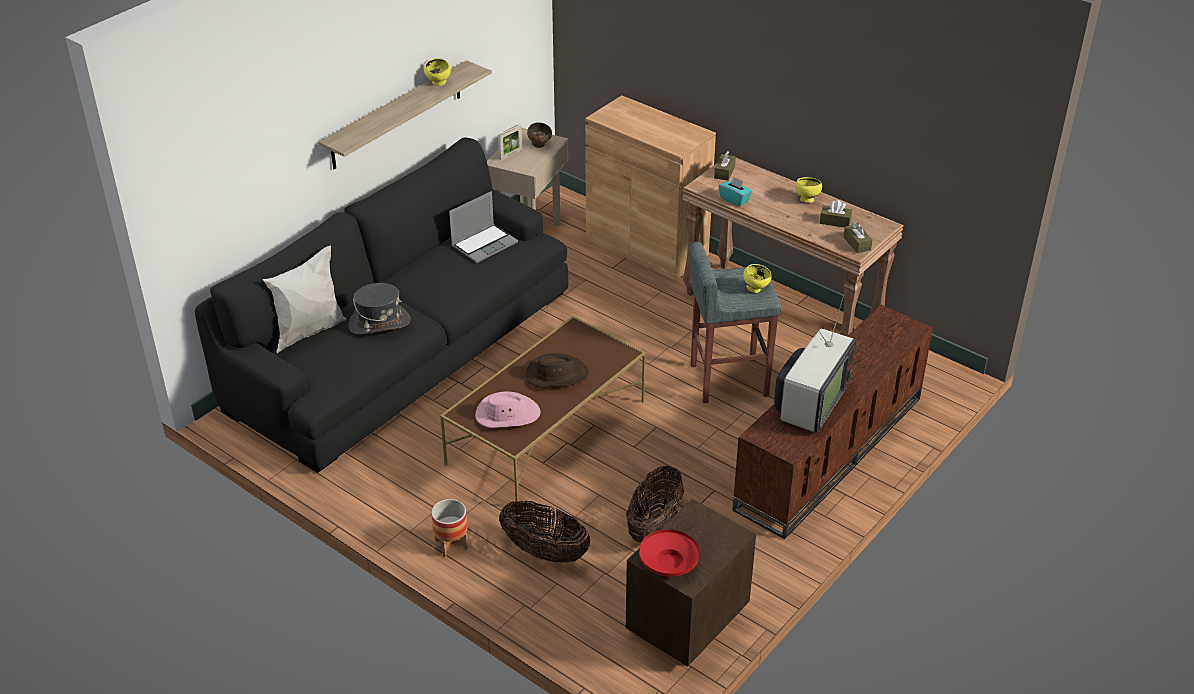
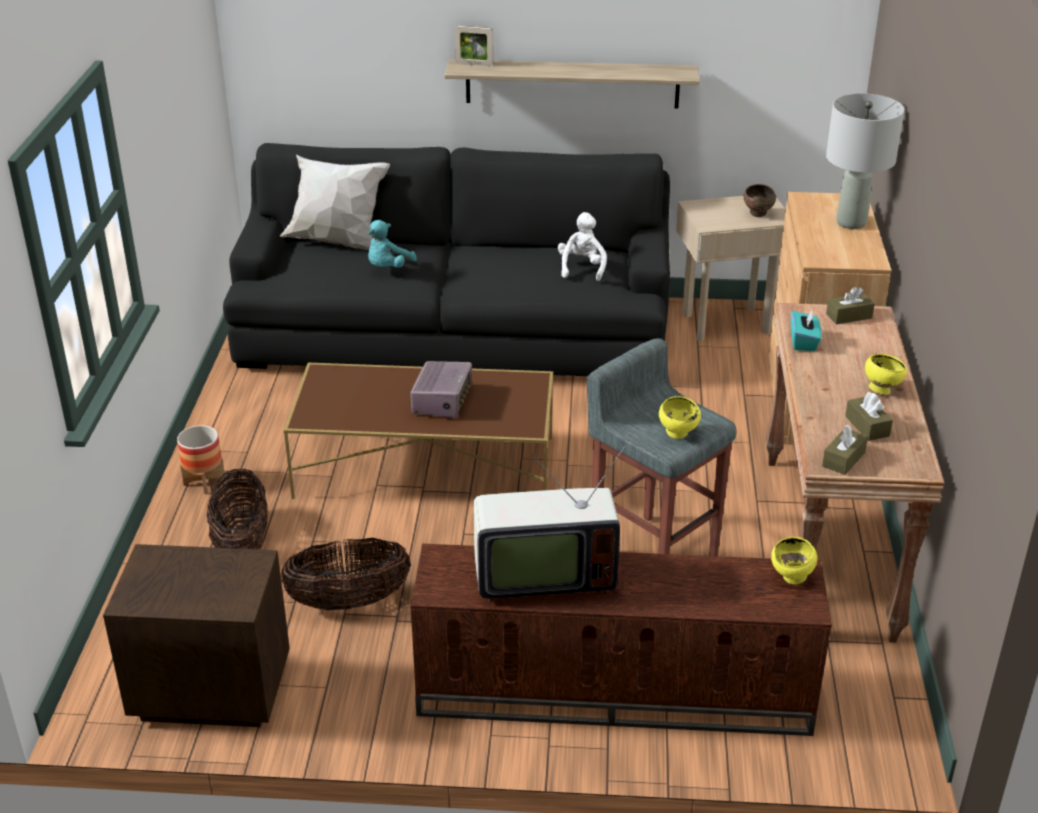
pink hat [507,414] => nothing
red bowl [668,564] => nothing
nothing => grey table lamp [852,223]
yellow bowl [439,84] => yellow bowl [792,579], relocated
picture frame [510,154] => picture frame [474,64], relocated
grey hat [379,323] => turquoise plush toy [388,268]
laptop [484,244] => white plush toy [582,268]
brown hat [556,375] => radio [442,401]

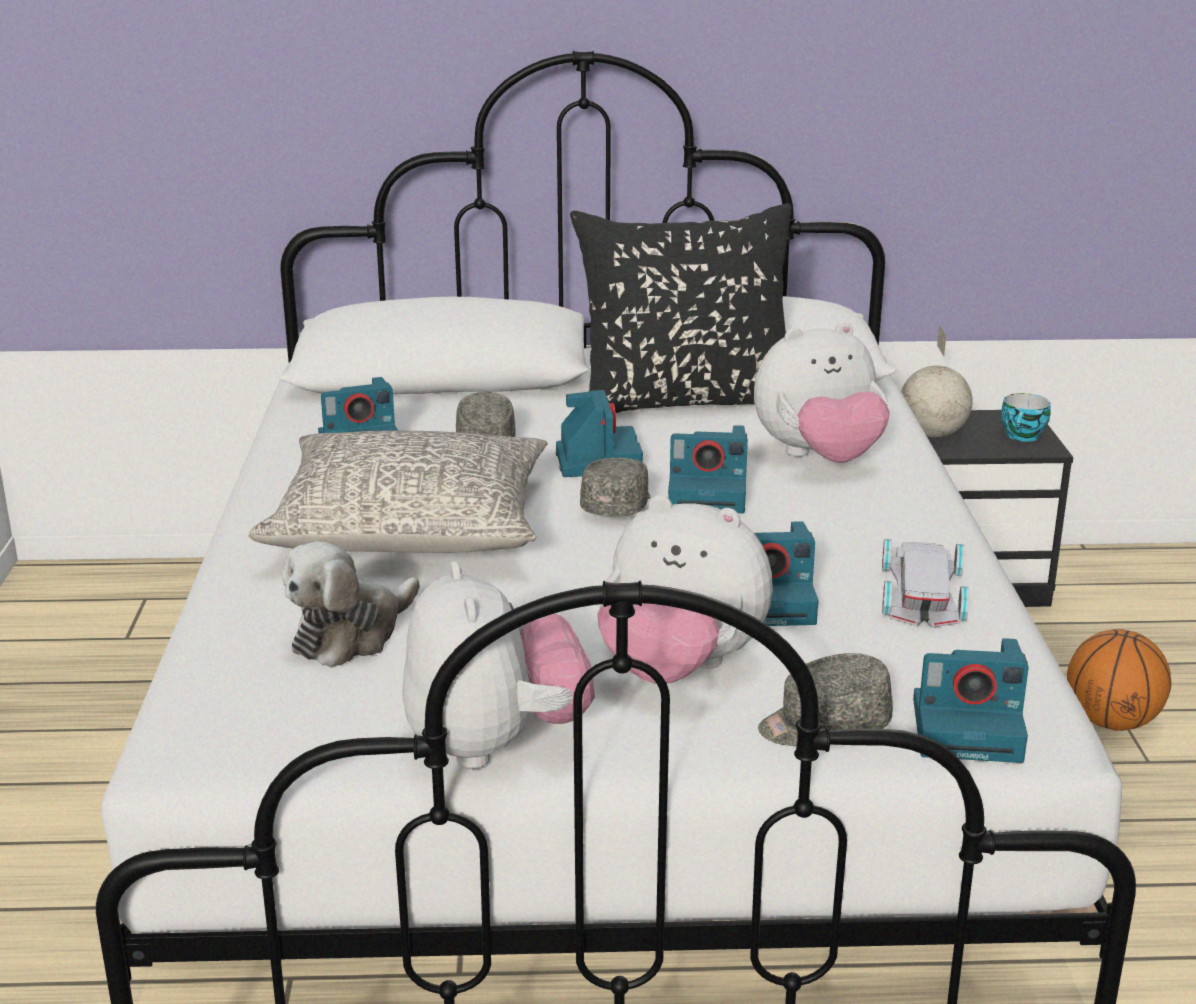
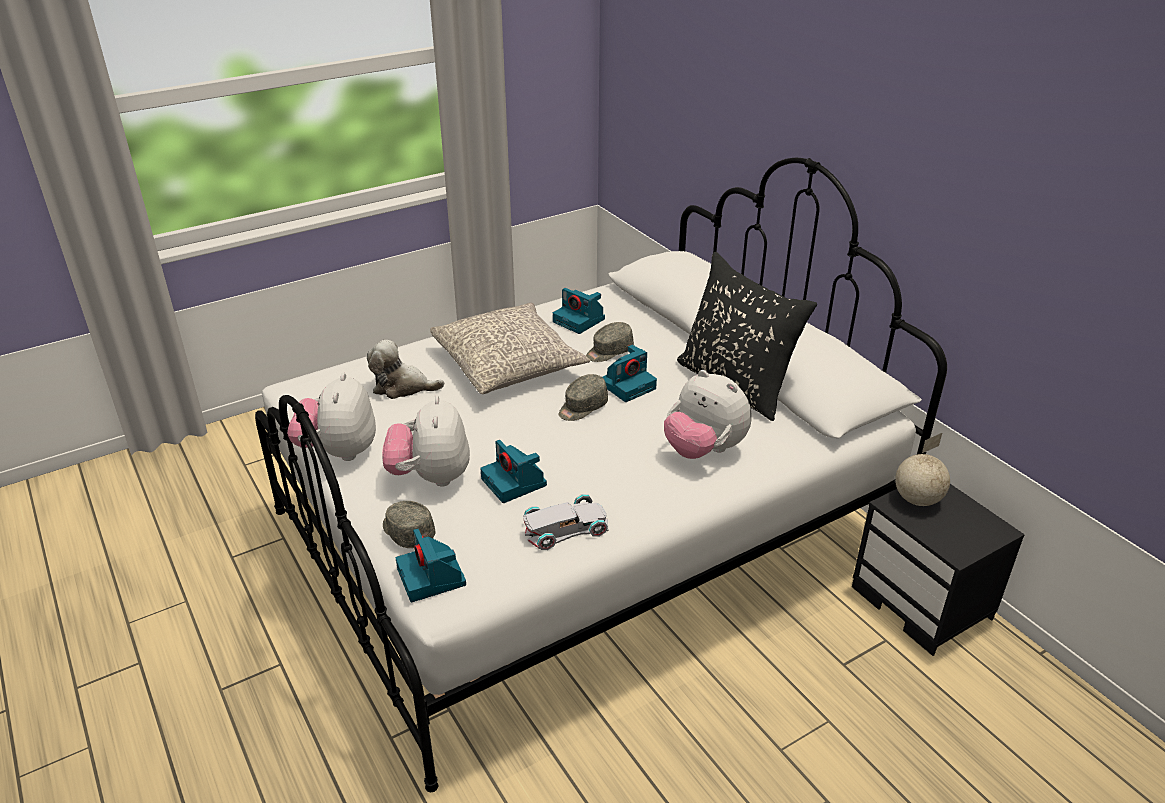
photo camera [710,494] => nothing
cup [1023,437] => nothing
basketball [1112,722] => nothing
plush toy [495,745] => plush toy [339,451], 135 degrees clockwise
grey cap [618,504] => grey cap [582,407], 150 degrees clockwise

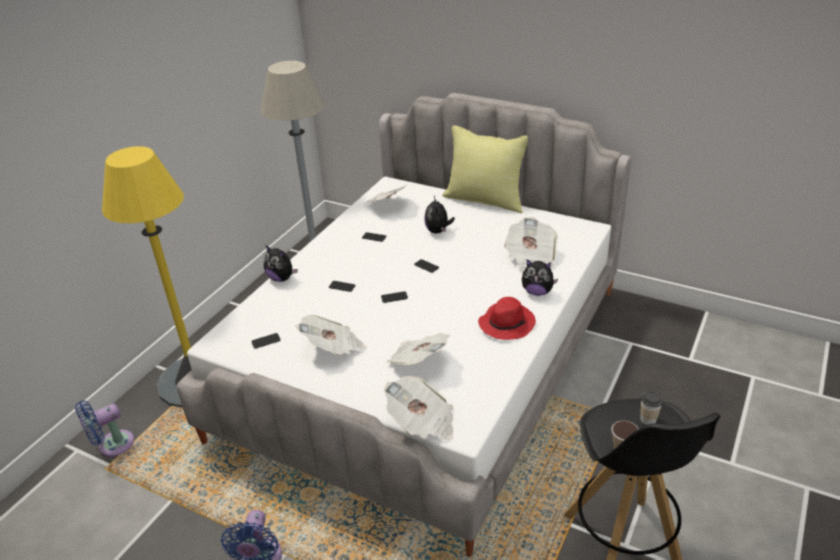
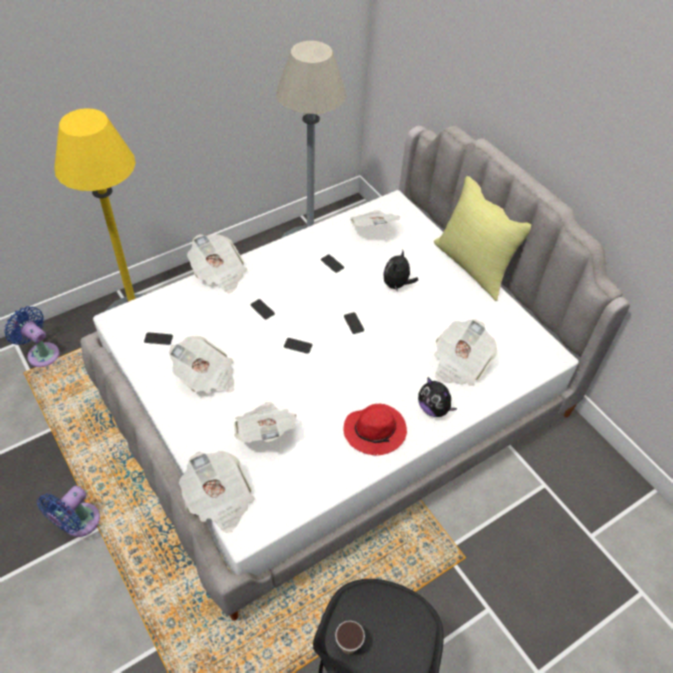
cup [648,420] => nothing
plush toy [281,278] => newspaper [219,273]
blue fan [112,445] => blue fan [41,353], 45 degrees clockwise

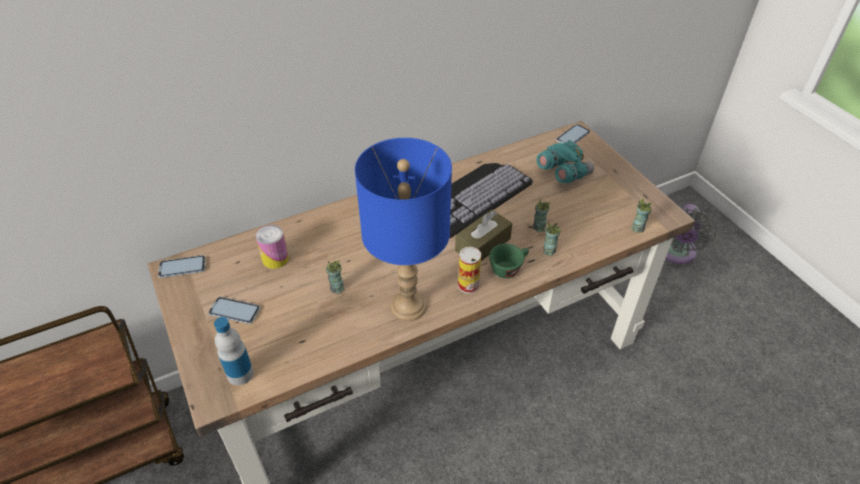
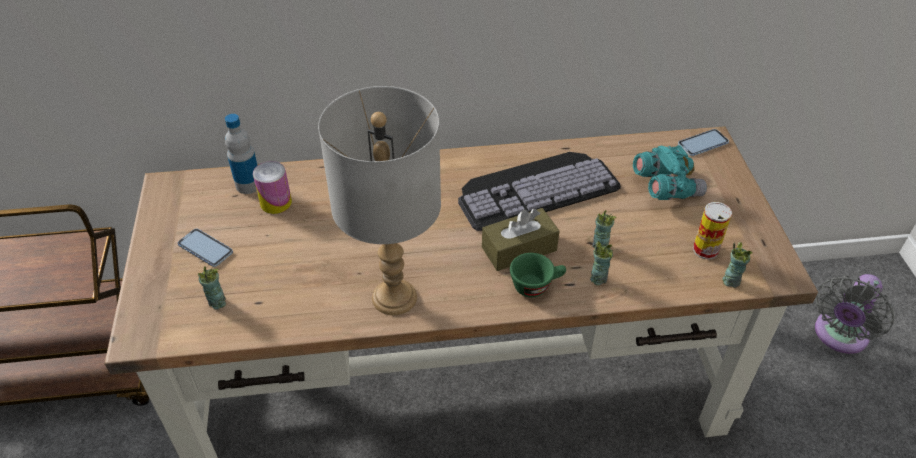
phone [182,267] => nothing
bottle [240,374] => bottle [248,185], relocated
cup [337,288] => cup [217,302], relocated
can [468,285] => can [705,250], relocated
blue table lamp [408,307] => grey table lamp [394,298]

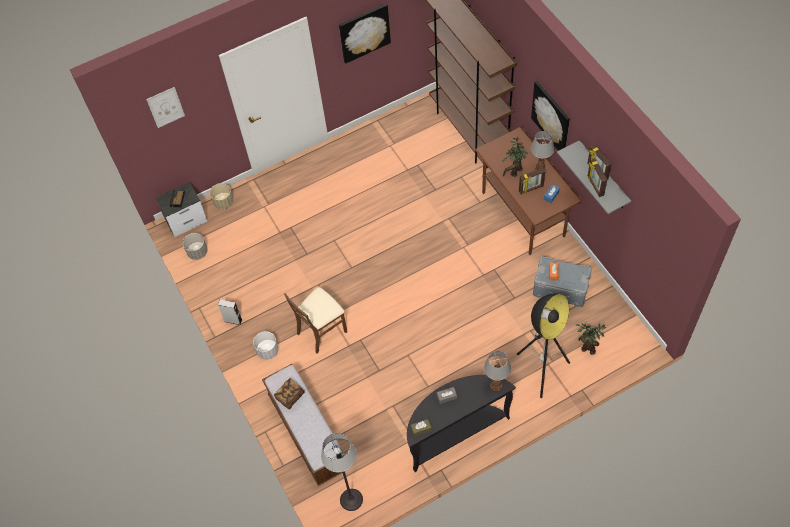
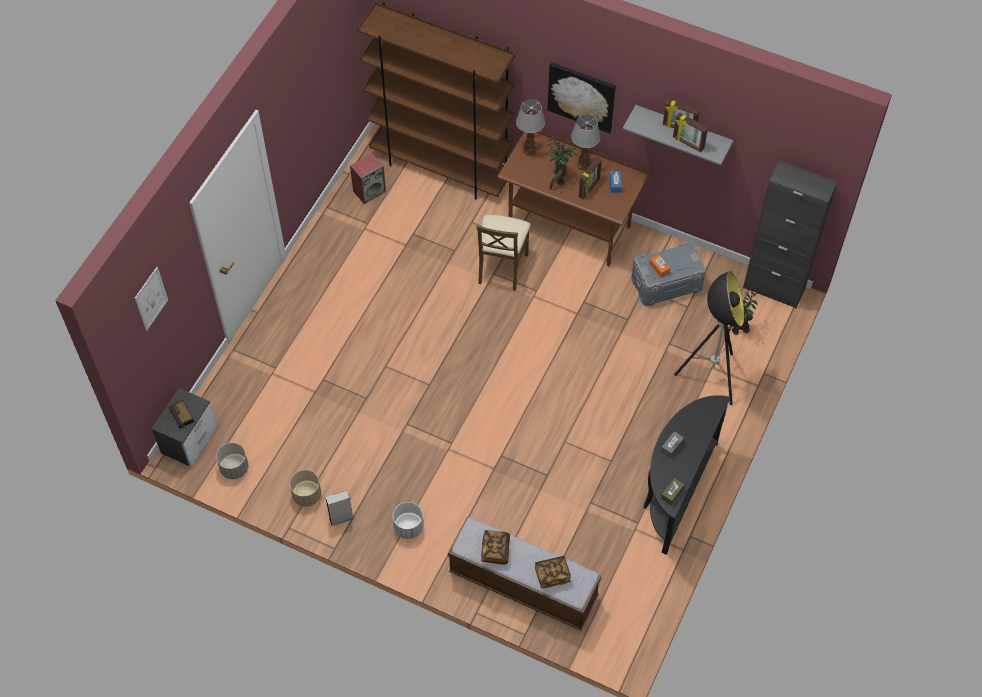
floor lamp [351,499] => nothing
picture [364,32] => nothing
nothing => speaker [369,191]
nothing => book [552,575]
nothing => black cabinet [773,288]
beige planter [224,202] => beige planter [306,495], relocated
brown chair [322,331] => brown chair [502,267], relocated
table lamp [495,385] => table lamp [529,150], relocated

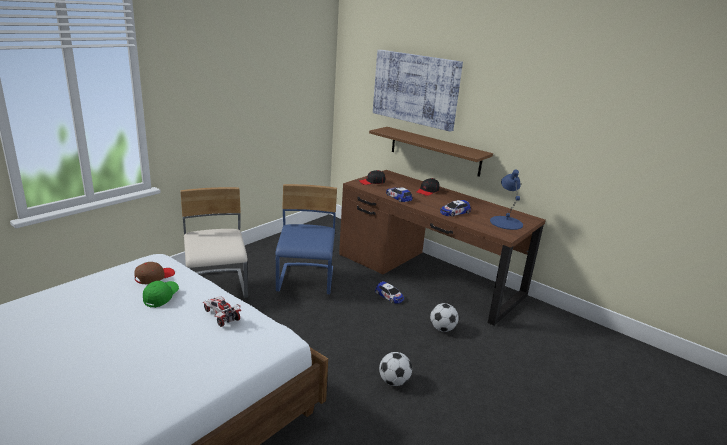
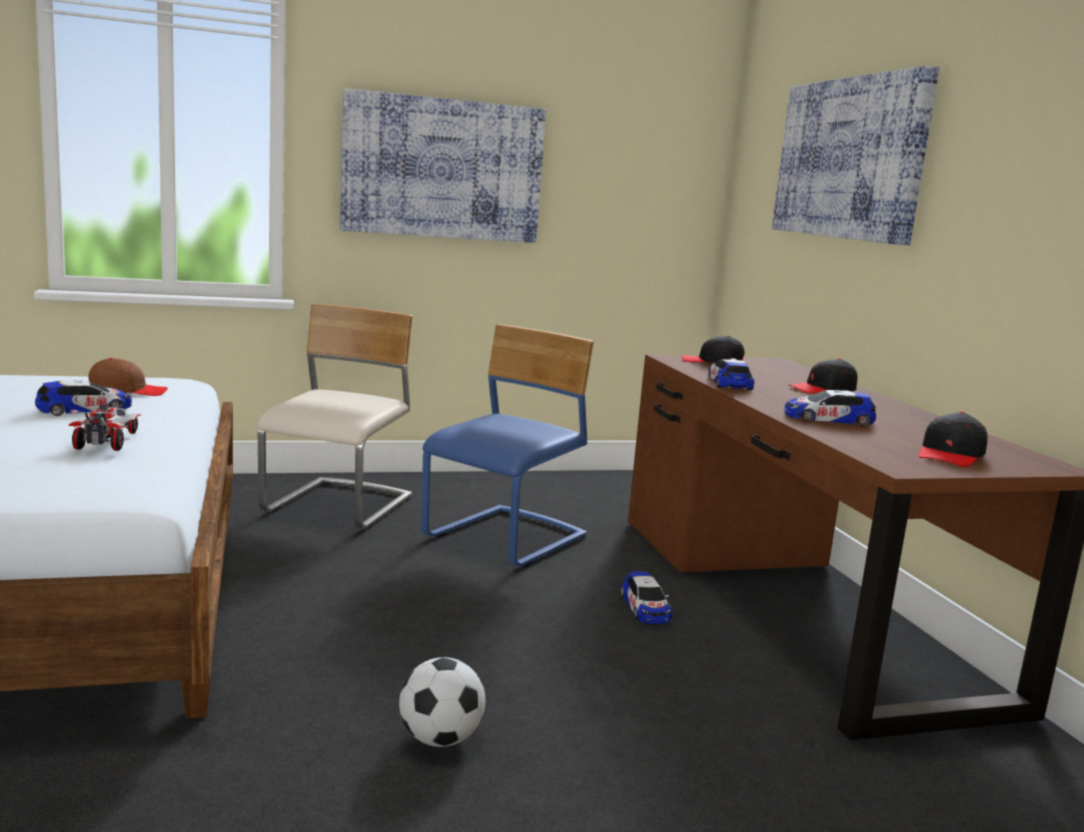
brown shelf [435,151] => nothing
football [442,329] => nothing
nothing => picture [442,169]
green cap [161,297] => toy car [84,409]
blue table lamp [506,222] => black cap [950,455]

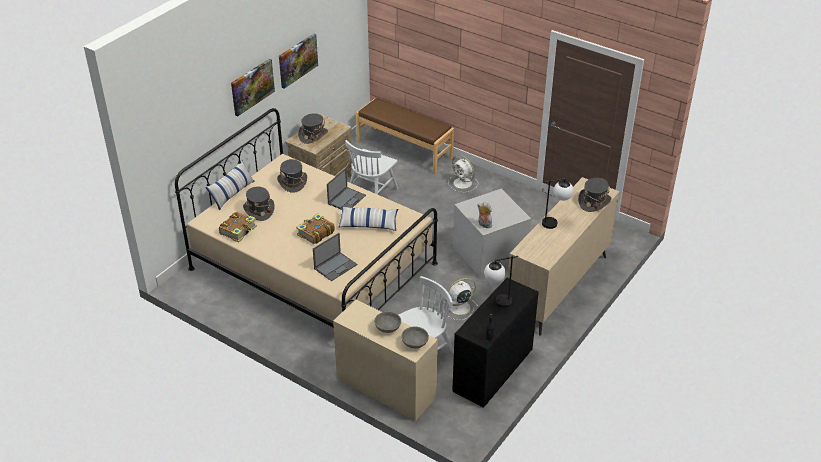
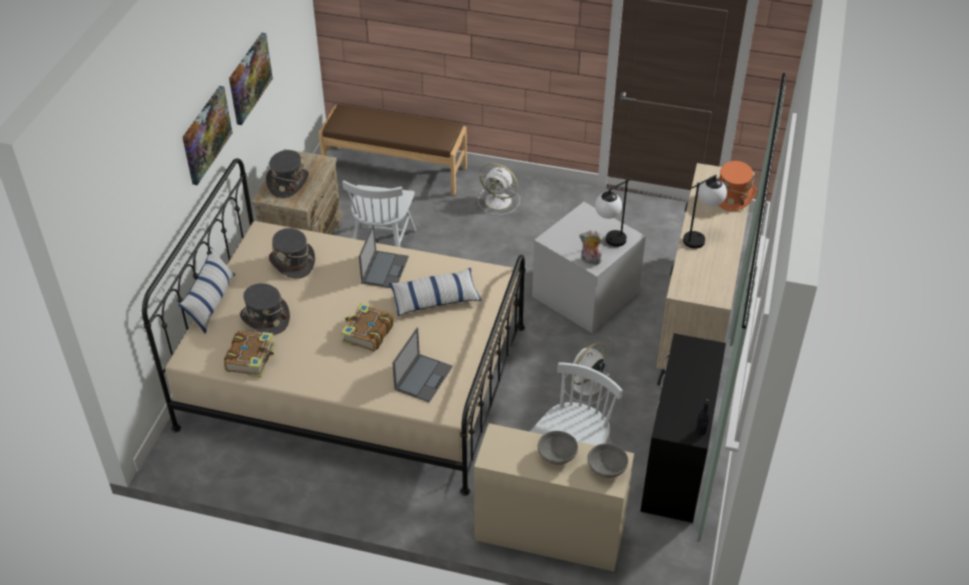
table lamp [497,303] => table lamp [609,243], relocated
grey hat [594,202] => orange hat [732,195]

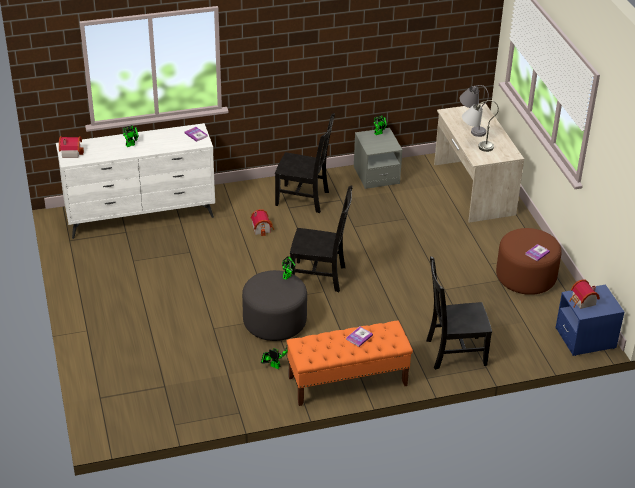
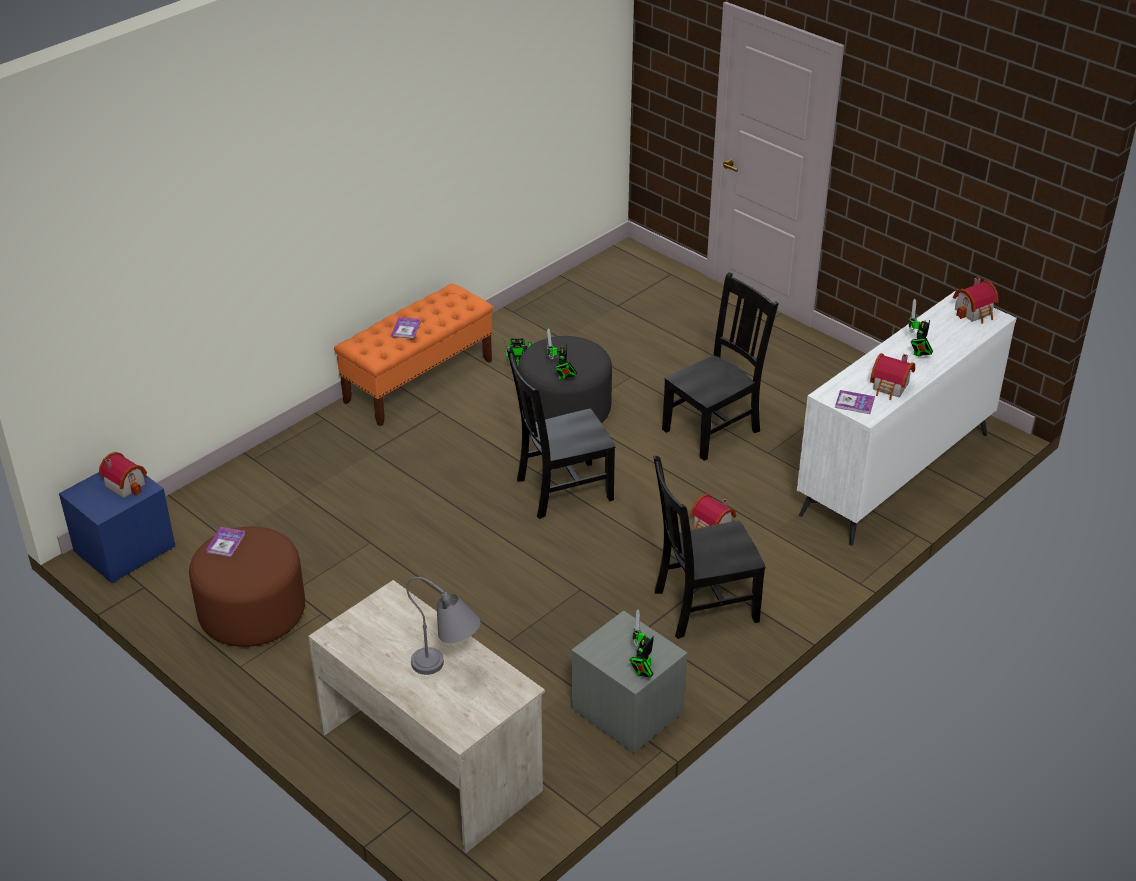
grey table lamp [475,145] => nothing
nothing => toy house [891,387]
black chair [453,352] => black chair [714,429], relocated

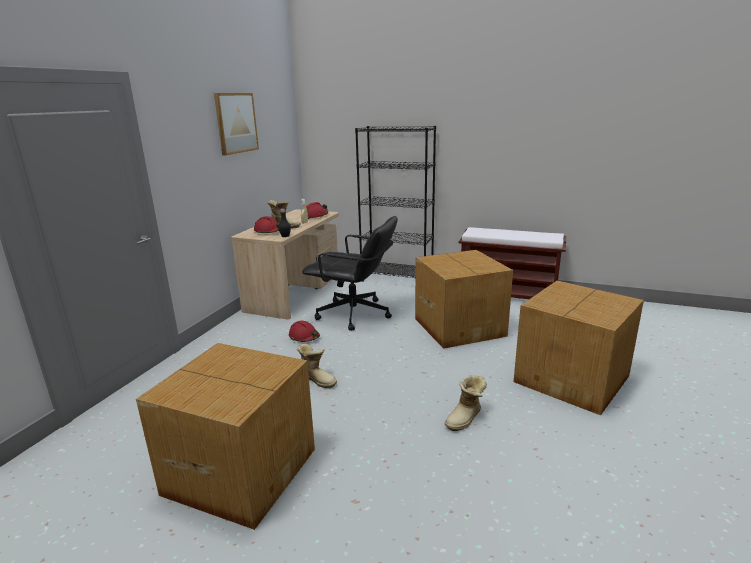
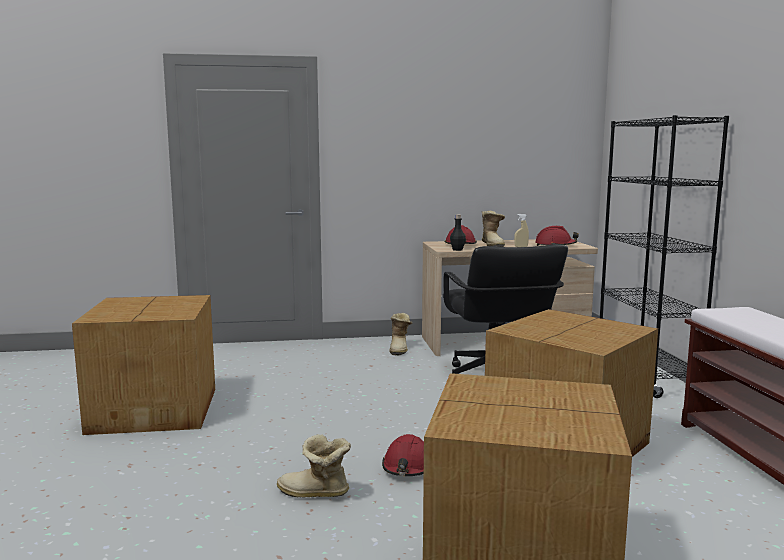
picture [236,123] => nothing
red hard hat [304,337] => red hard hat [407,467], relocated
boot [318,379] => boot [400,349], relocated

